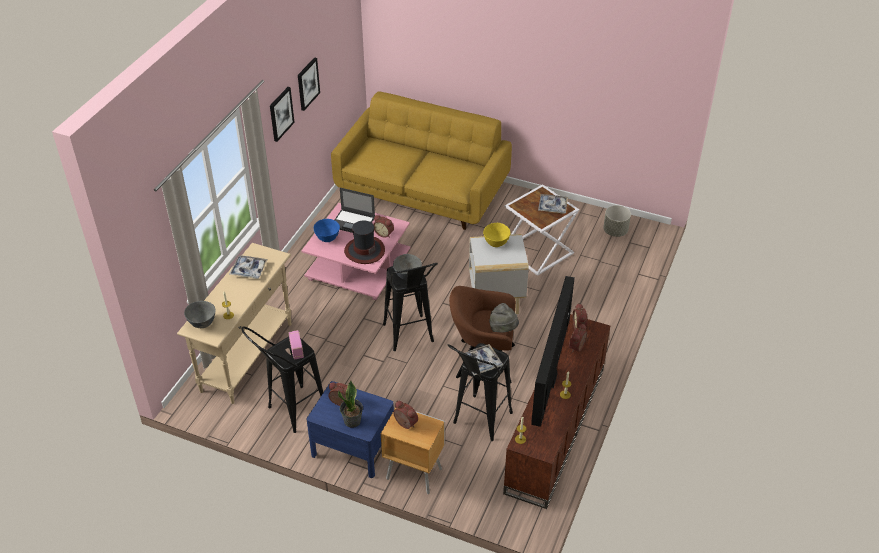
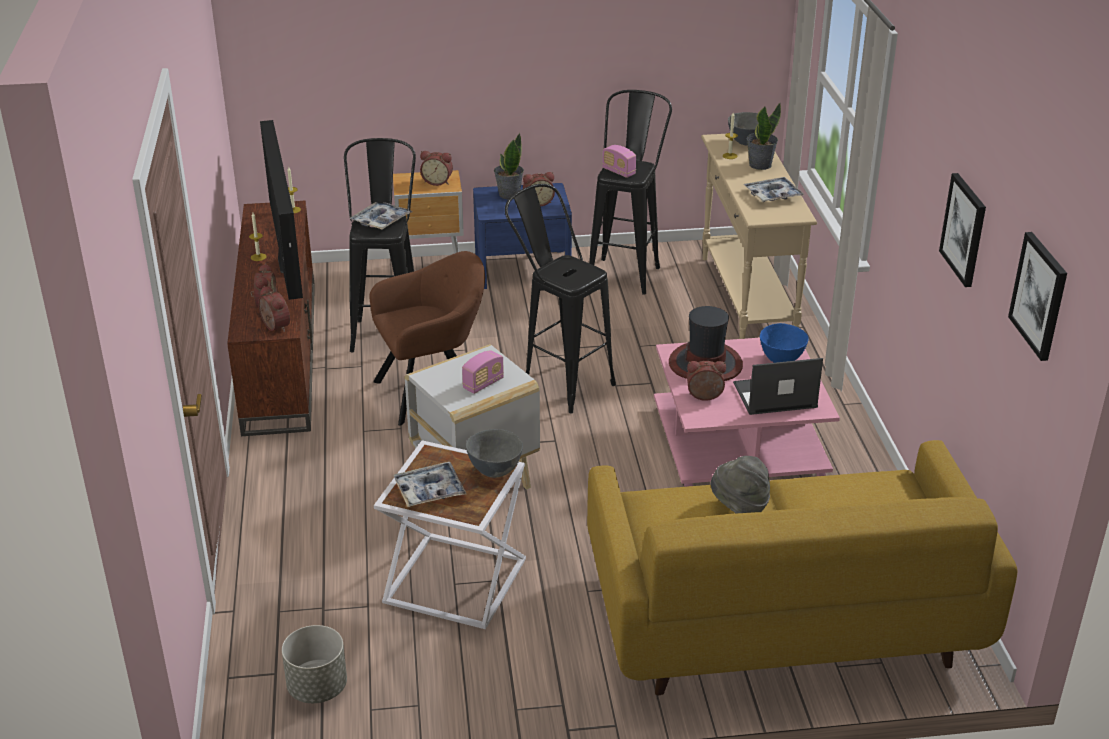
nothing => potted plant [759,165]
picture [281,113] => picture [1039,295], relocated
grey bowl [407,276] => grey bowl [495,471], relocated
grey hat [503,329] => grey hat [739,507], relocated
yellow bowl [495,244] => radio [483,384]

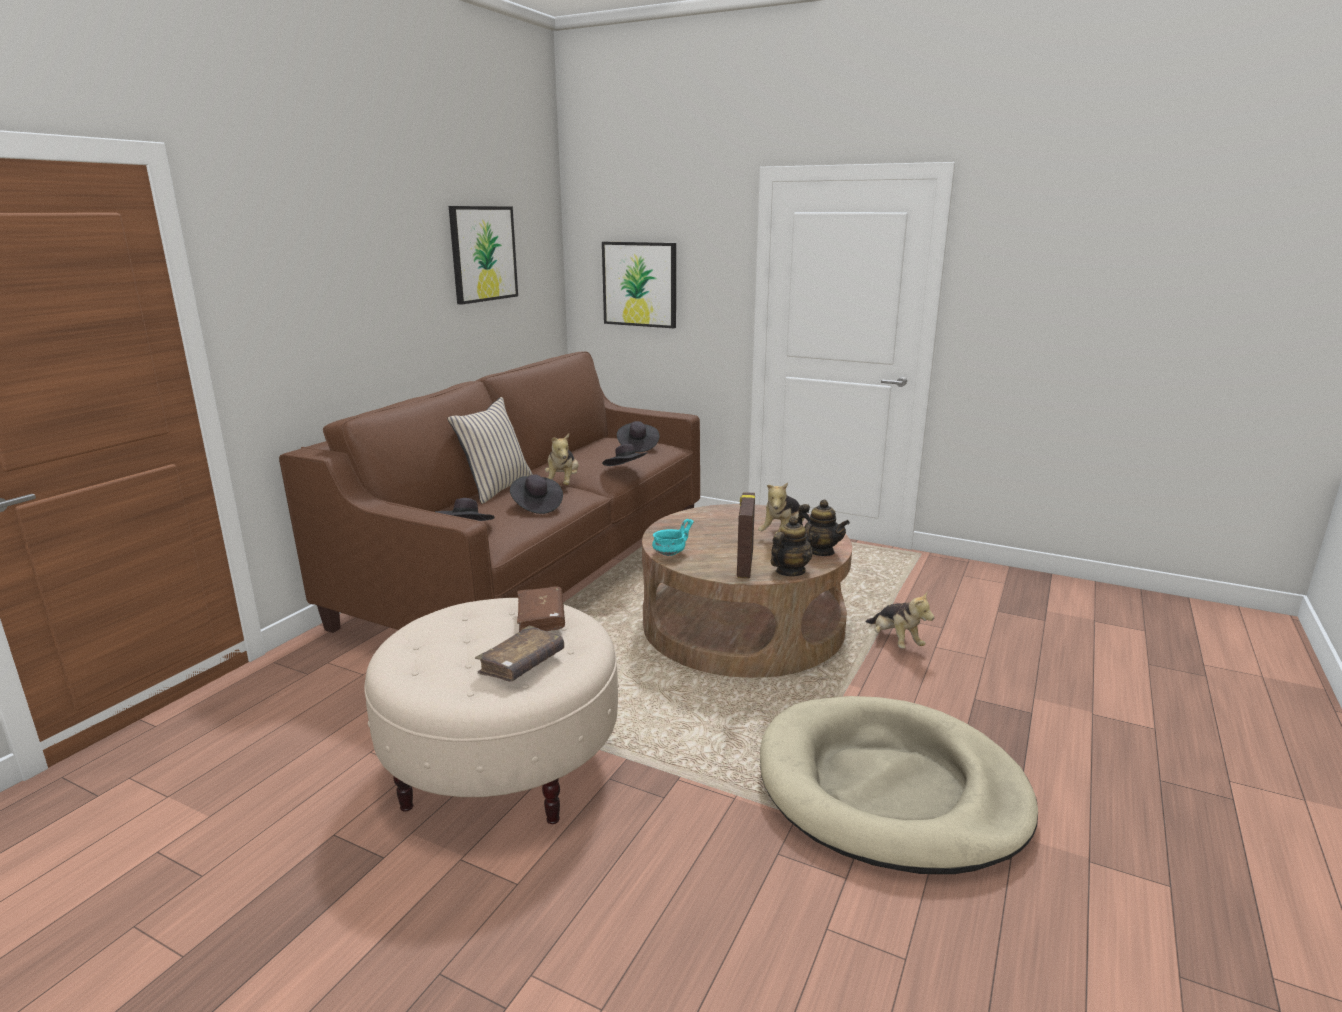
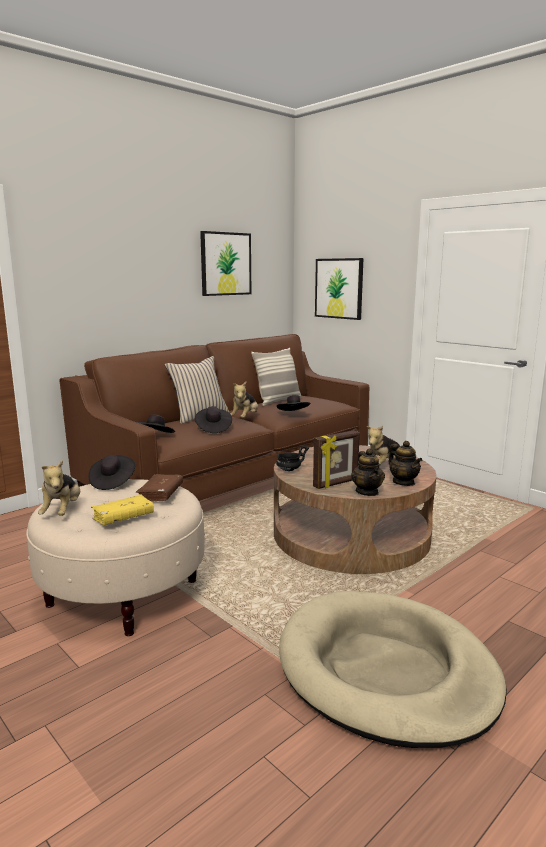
nothing => pillow [278,401]
black hat [637,446] => black hat [112,482], relocated
plush toy [895,641] => plush toy [62,511], relocated
brown book [521,664] => yellow book [123,517]
turquoise bowl [670,553] => black bowl [289,470]
picture frame [744,565] => picture frame [336,483], 150 degrees counterclockwise
teapot [790,571] => teapot [367,492], 105 degrees clockwise

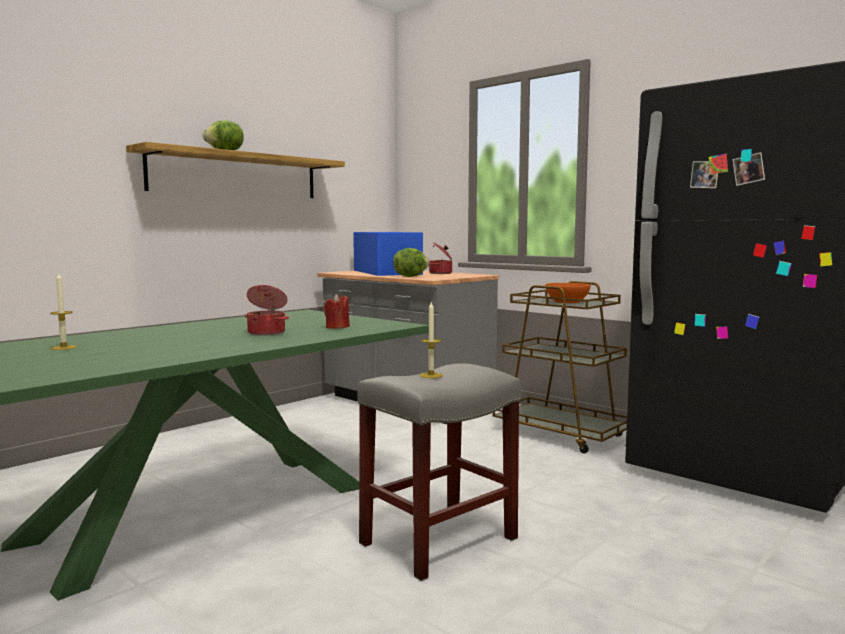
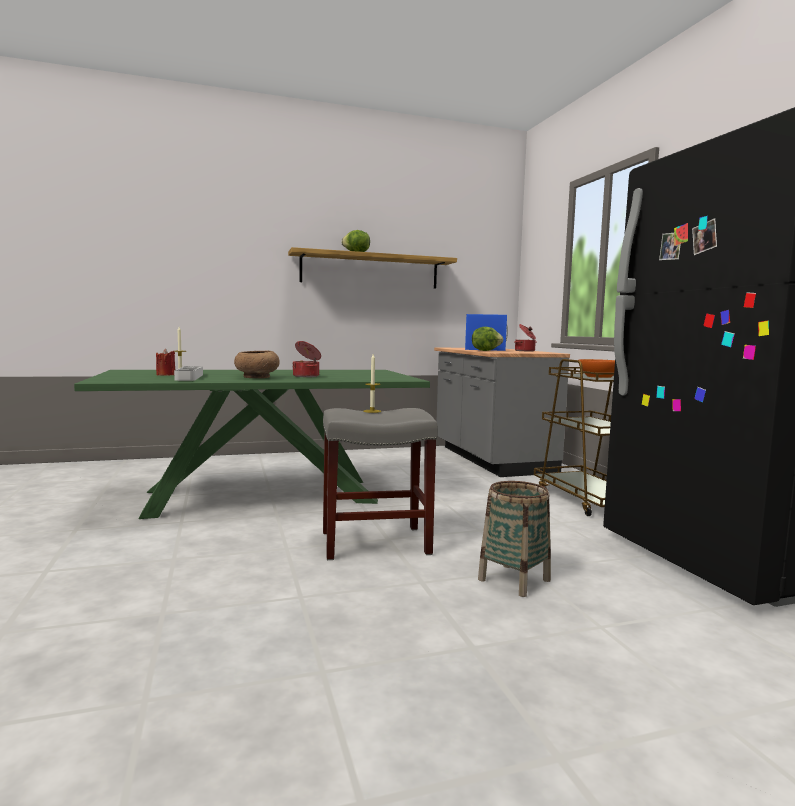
nothing => grey tray [189,377]
nothing => brown bowl [257,377]
nothing => basket [514,580]
red candle [337,327] => red candle [166,375], relocated

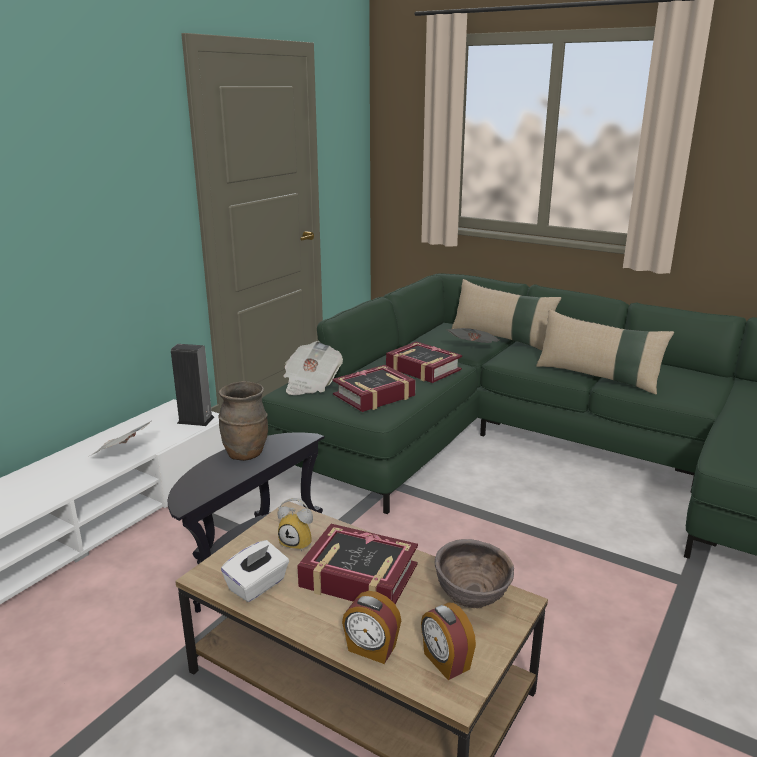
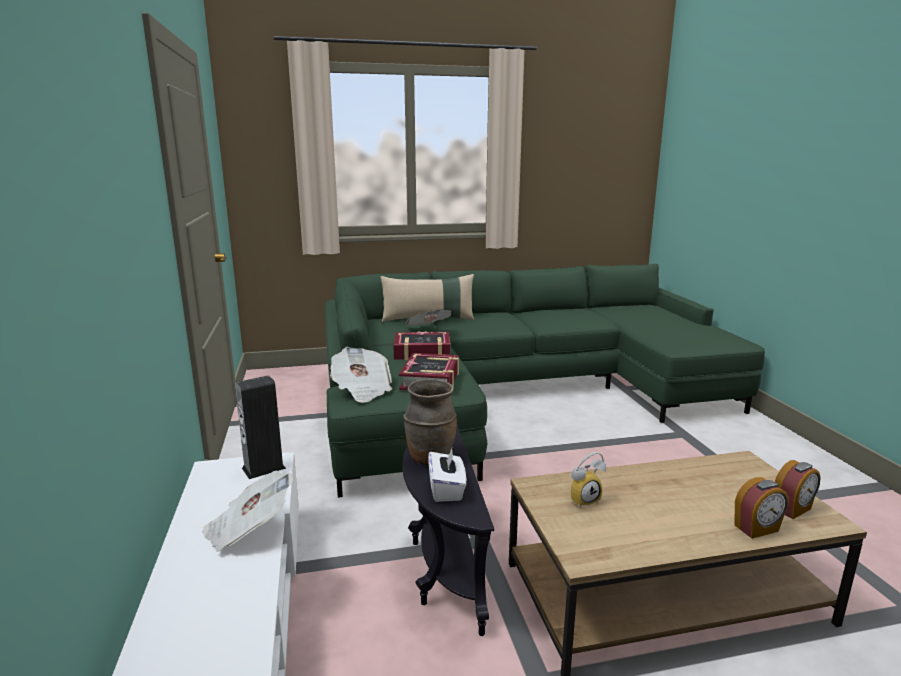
book [358,576] => nothing
brown bowl [471,600] => nothing
beige pillow [598,377] => nothing
white tissue box [257,585] => white tissue box [447,489], relocated
alarm clock [445,662] => alarm clock [792,509], 45 degrees counterclockwise

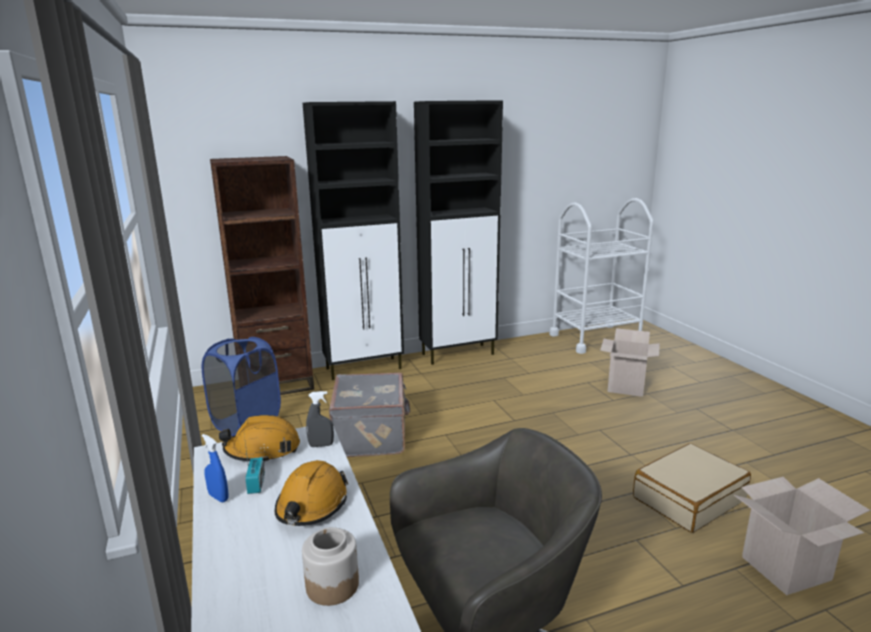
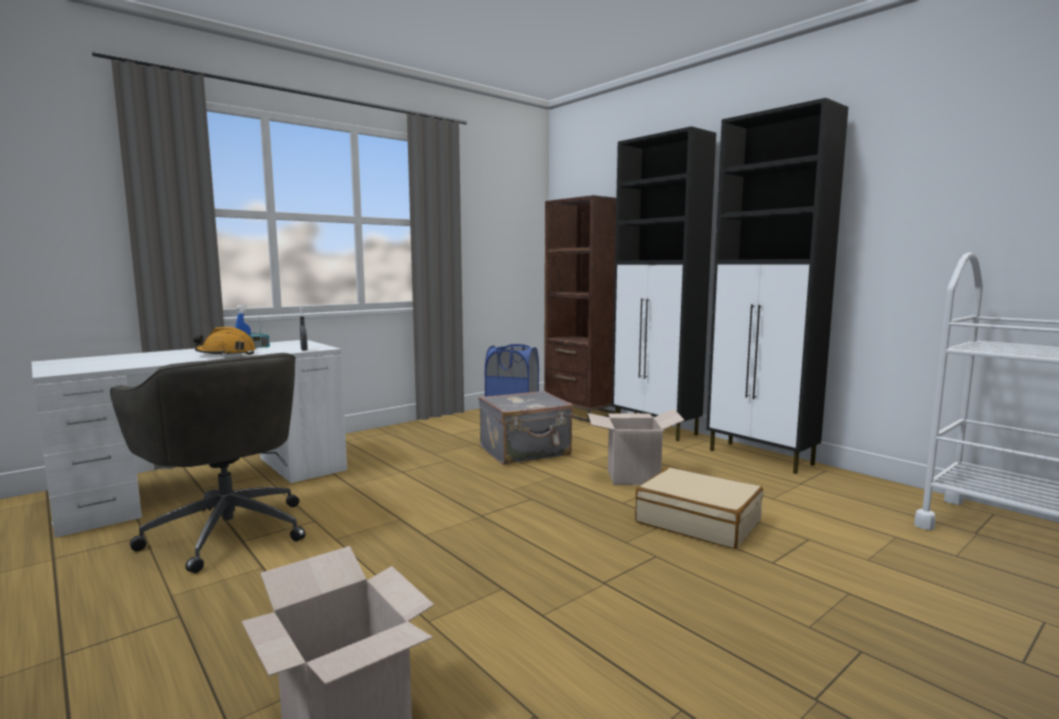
orange hard hat [263,450] => nothing
jar [332,585] => nothing
cardboard box [626,387] => cardboard box [633,477], relocated
beige suitcase [688,498] => beige suitcase [698,522], relocated

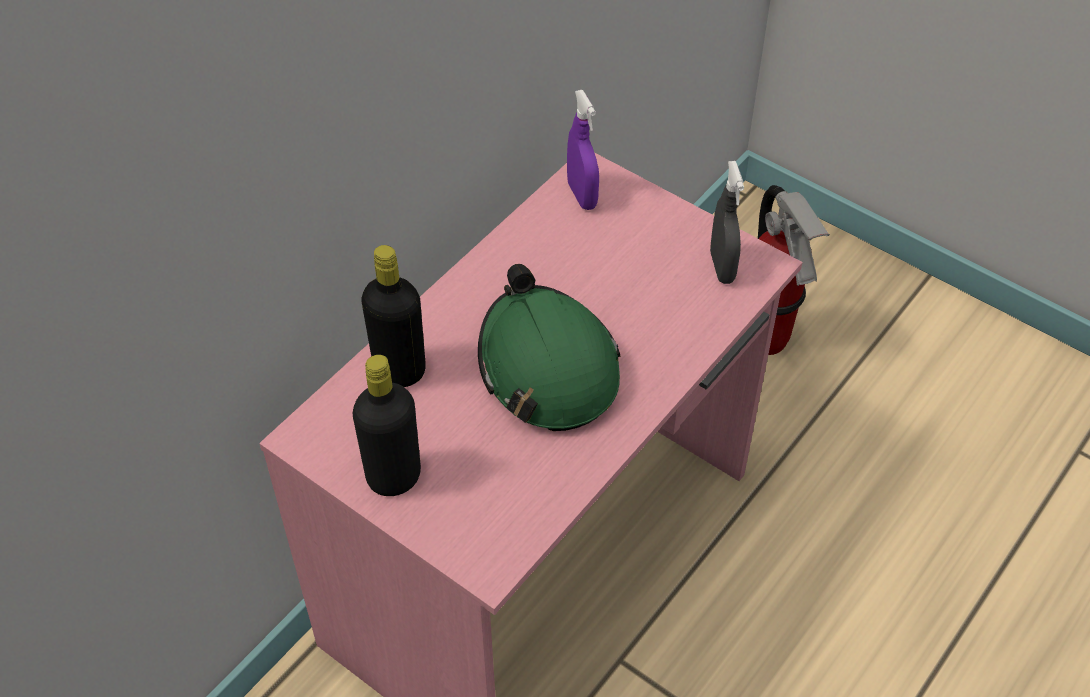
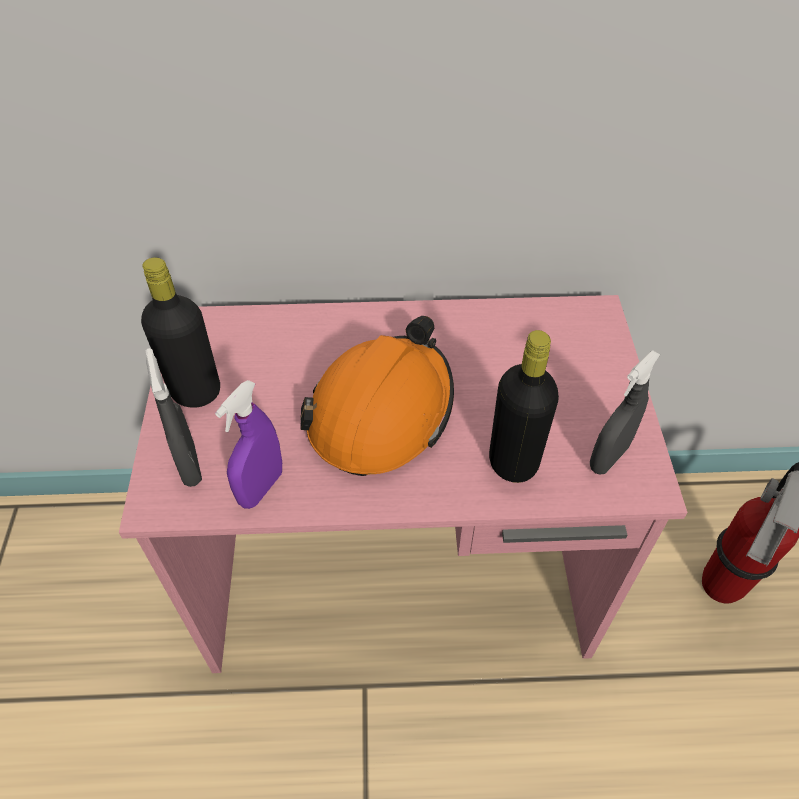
nothing => grey spray bottle [189,465]
black bottle [400,370] => black bottle [513,462], relocated
purple spray bottle [582,195] => purple spray bottle [261,488], relocated
green hard hat [547,367] => orange hard hat [381,412]

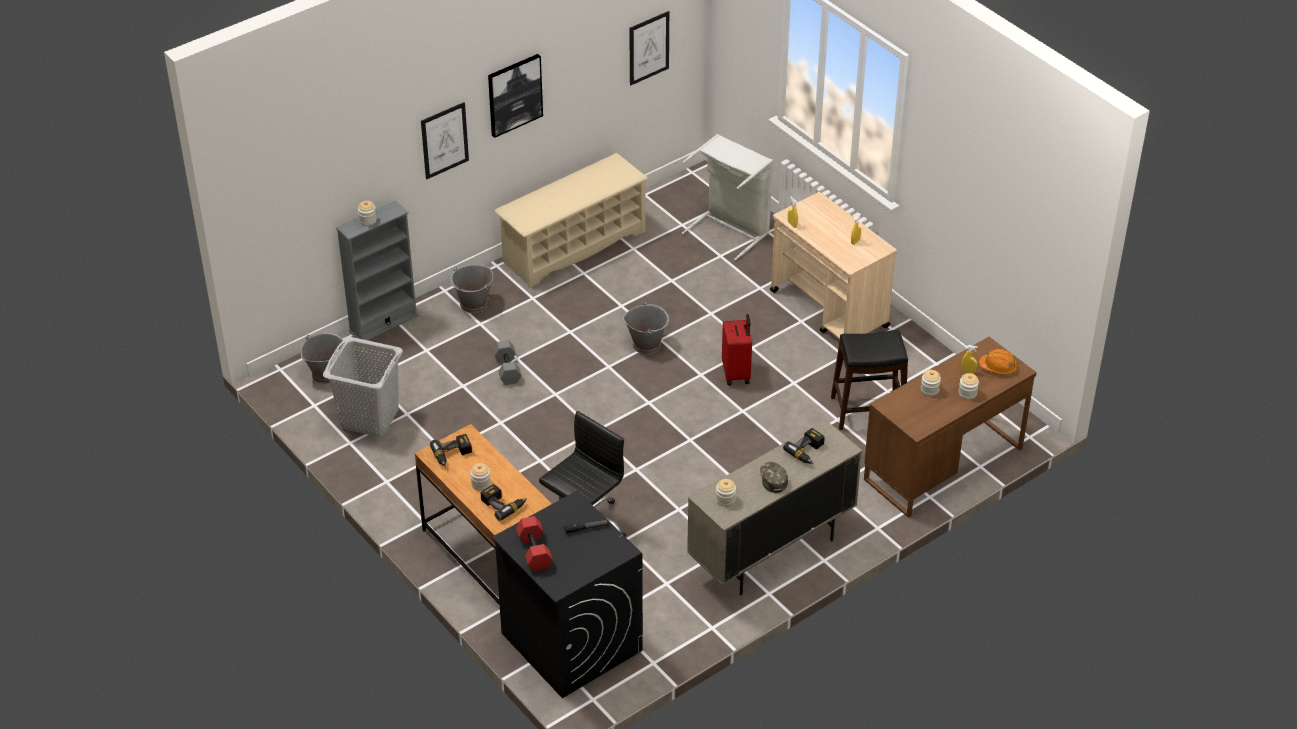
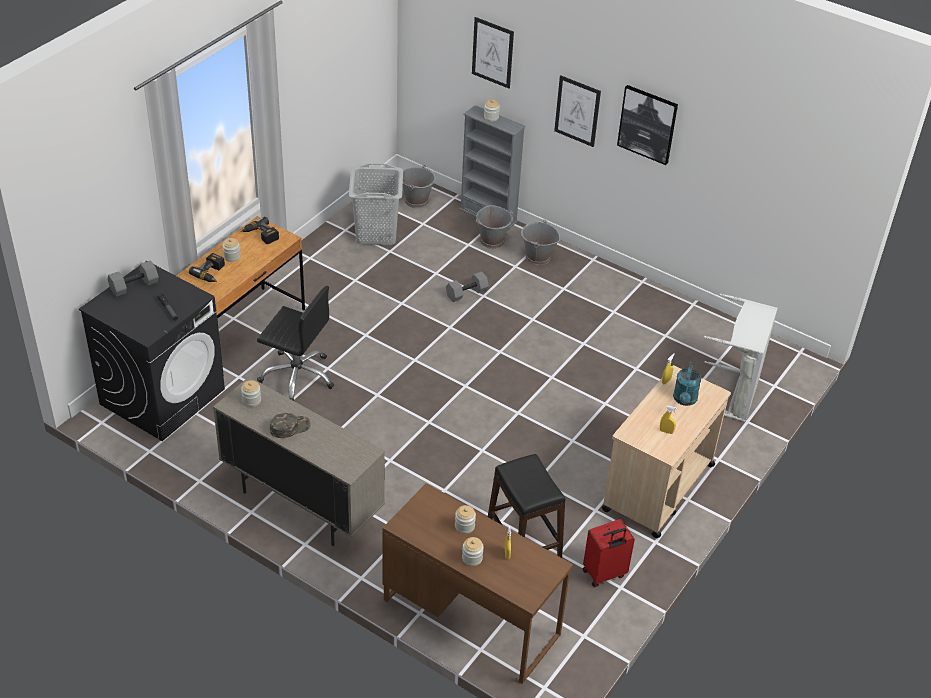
beige shoe rack [573,246] => nothing
power drill [808,452] => nothing
orange hard hat [998,367] => nothing
nothing => turquoise watering can [684,400]
grey bucket [647,344] => grey bucket [492,241], relocated
picture [649,48] => picture [492,52], relocated
red suitcase [737,373] => red suitcase [604,574], relocated
red dumbbell [535,552] => grey dumbbell [134,286]

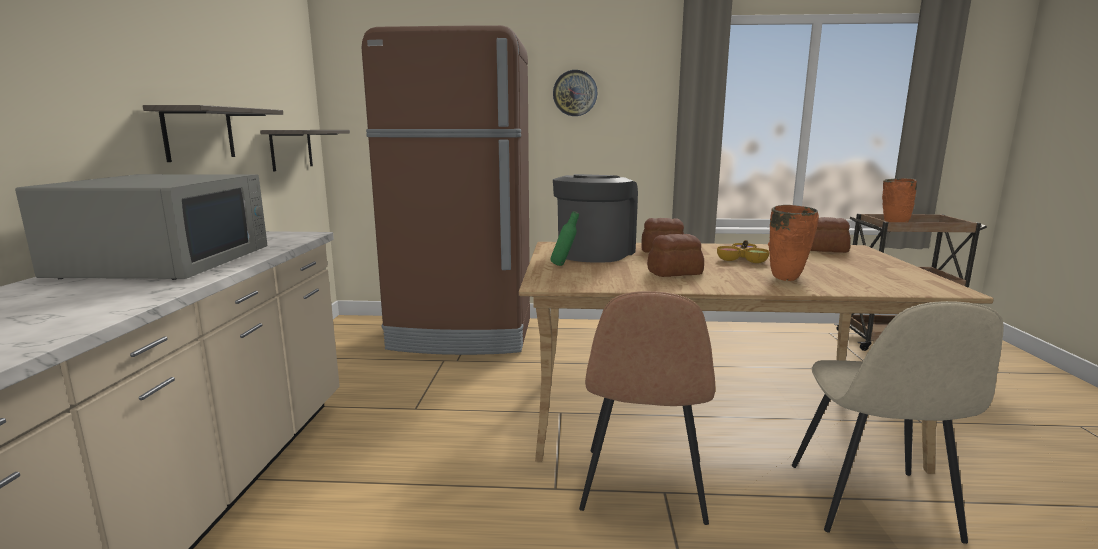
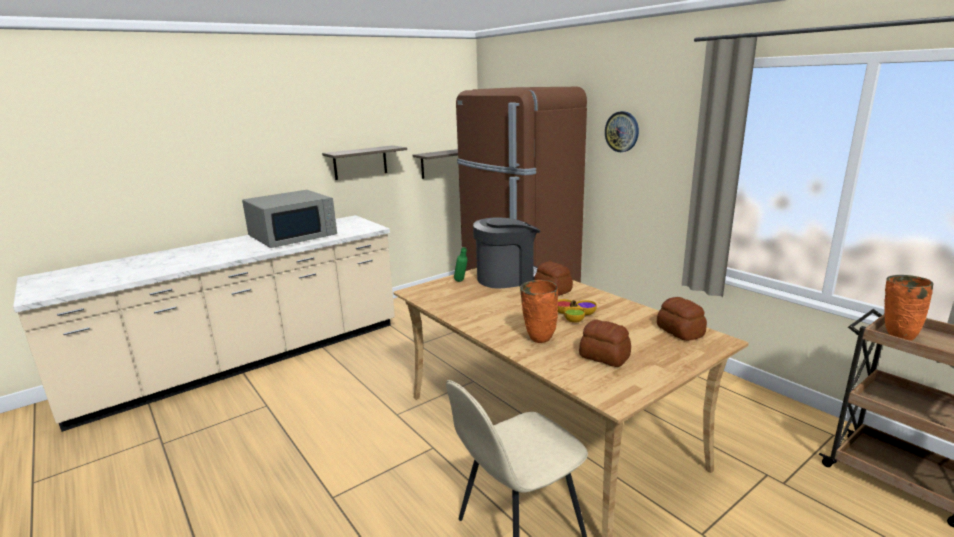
brown chair [643,487] => nothing
bread [675,273] => bread [604,357], relocated

